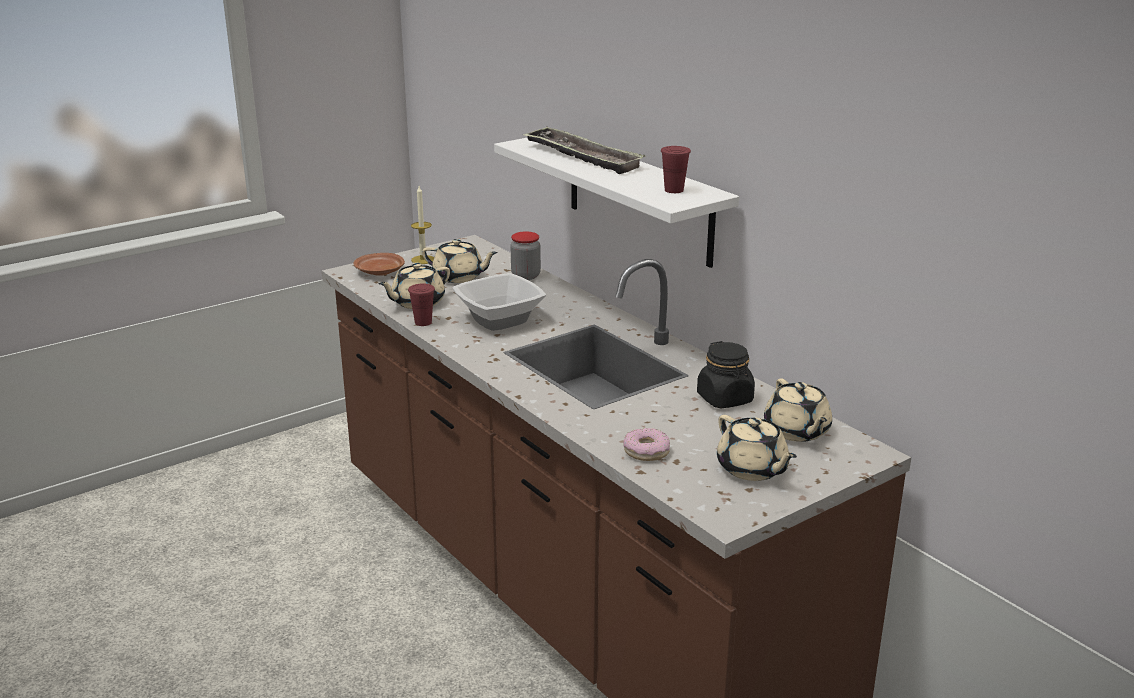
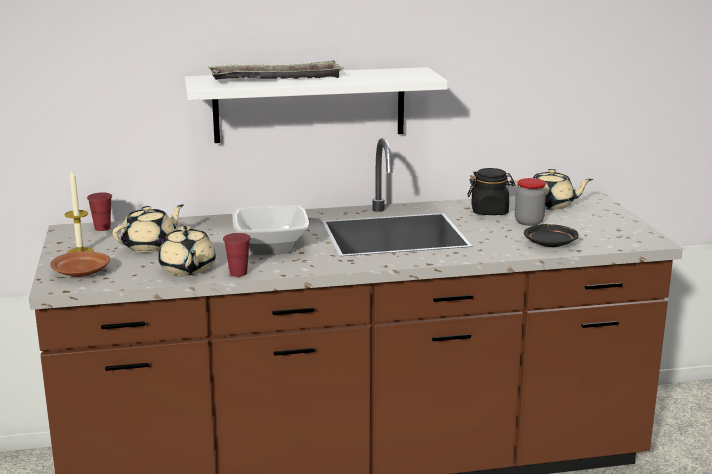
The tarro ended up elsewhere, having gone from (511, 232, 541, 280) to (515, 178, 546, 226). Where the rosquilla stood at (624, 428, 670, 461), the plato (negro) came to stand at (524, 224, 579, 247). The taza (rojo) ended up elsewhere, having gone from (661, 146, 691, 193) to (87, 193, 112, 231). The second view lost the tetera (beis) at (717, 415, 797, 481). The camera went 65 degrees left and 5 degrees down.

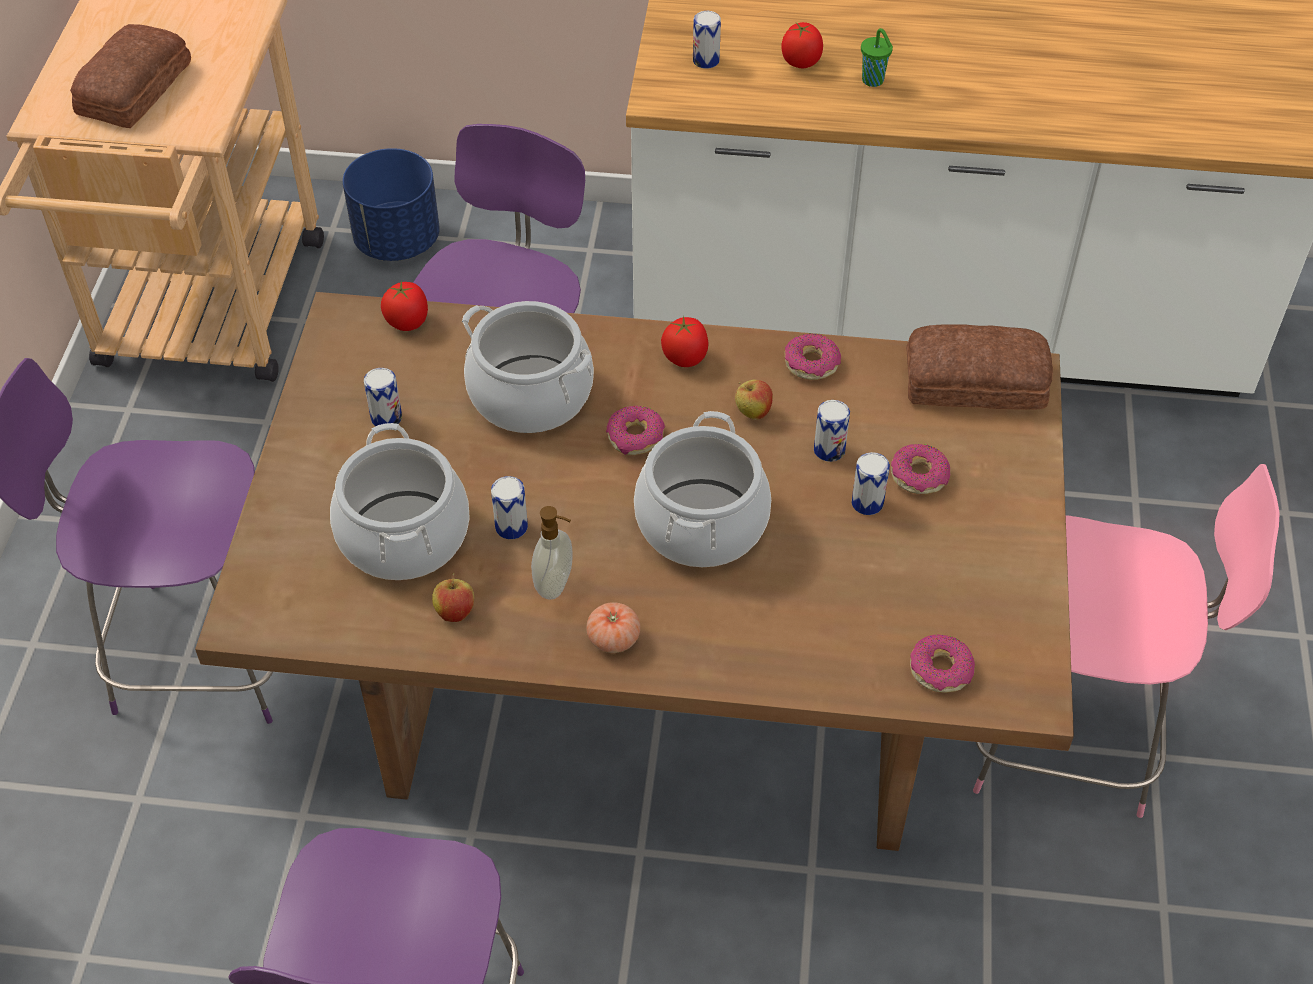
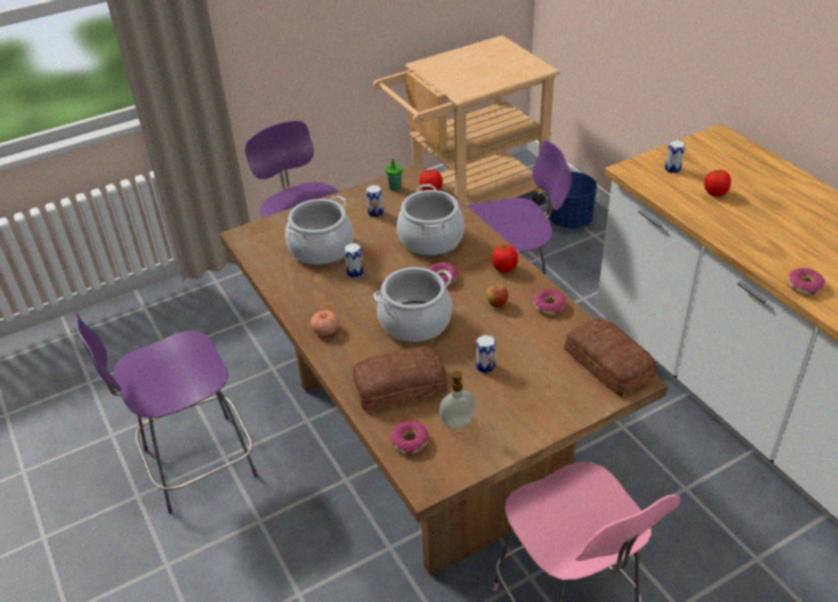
The pan ended up elsewhere, having gone from (70, 24, 191, 128) to (353, 346, 448, 411). The second view lost the manzana at (432, 573, 474, 622). The dispensador de jabón ended up elsewhere, having gone from (531, 506, 573, 600) to (439, 371, 476, 429). The second view lost the lata at (814, 400, 850, 462). The taza (verde) ended up elsewhere, having gone from (861, 28, 893, 87) to (385, 159, 403, 191). The rosquilla ended up elsewhere, having gone from (891, 444, 950, 494) to (788, 268, 825, 296). The camera went 55 degrees right and 10 degrees down.

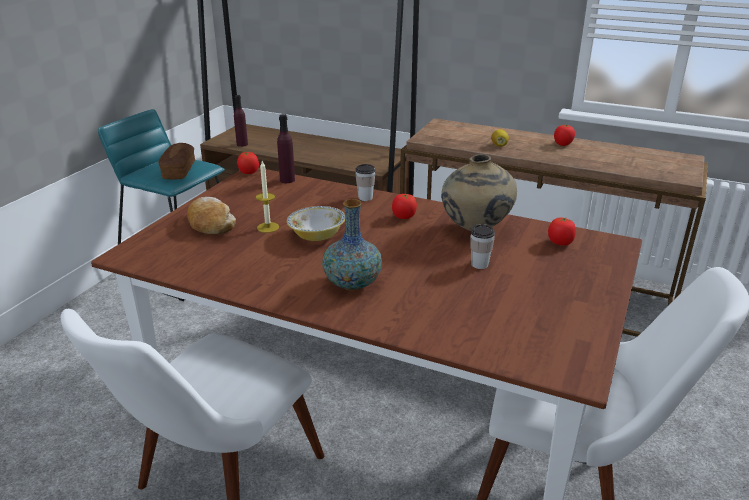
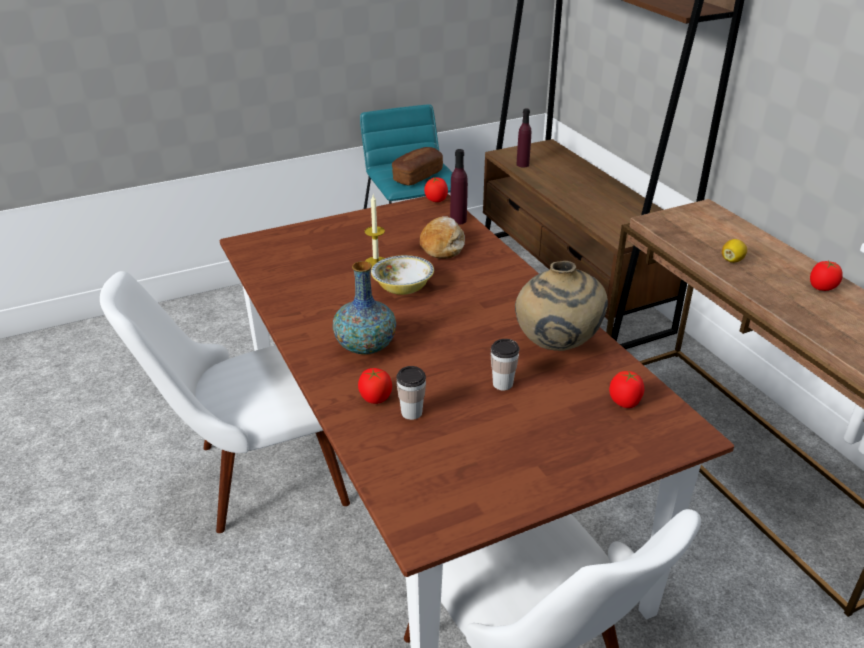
The pan ended up elsewhere, having gone from (187, 197, 236, 235) to (420, 216, 465, 259). The taza ended up elsewhere, having gone from (355, 164, 376, 201) to (396, 366, 426, 420). The tomate ended up elsewhere, having gone from (392, 193, 417, 219) to (358, 368, 392, 404). The camera went 40 degrees right and 5 degrees up.

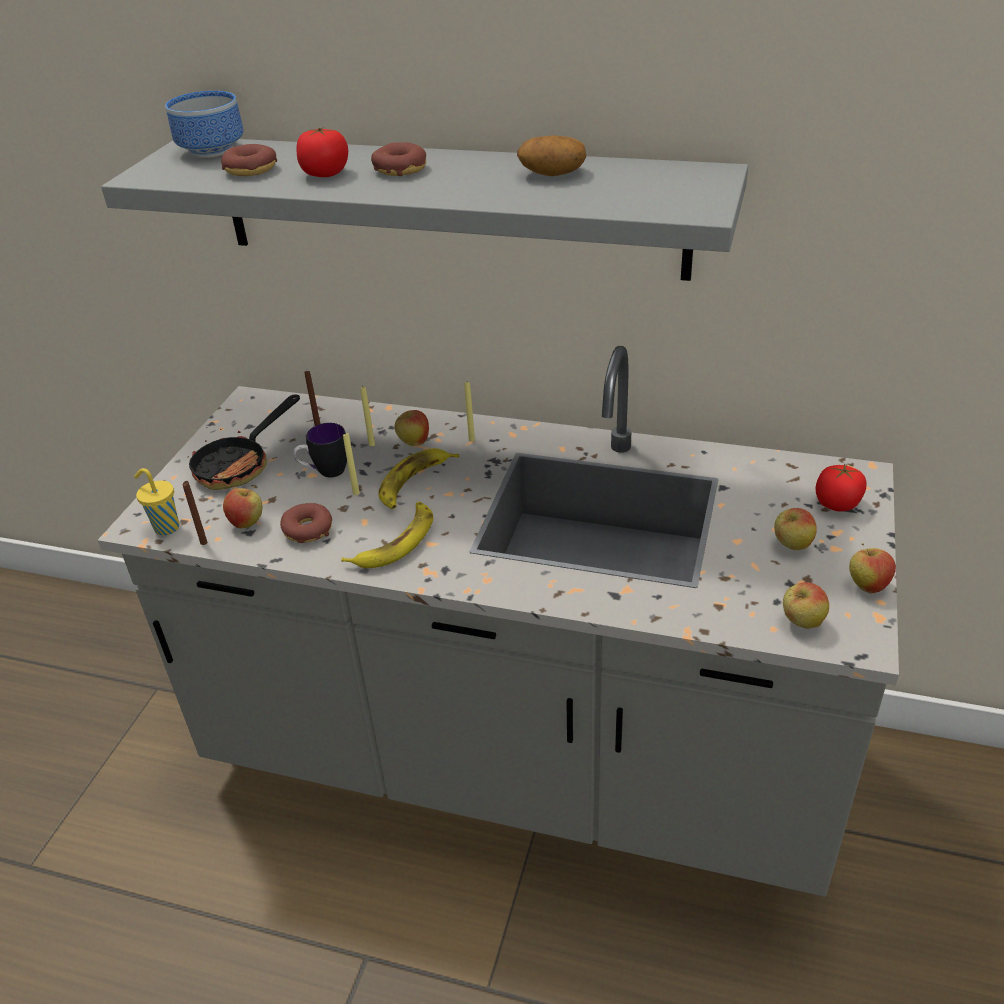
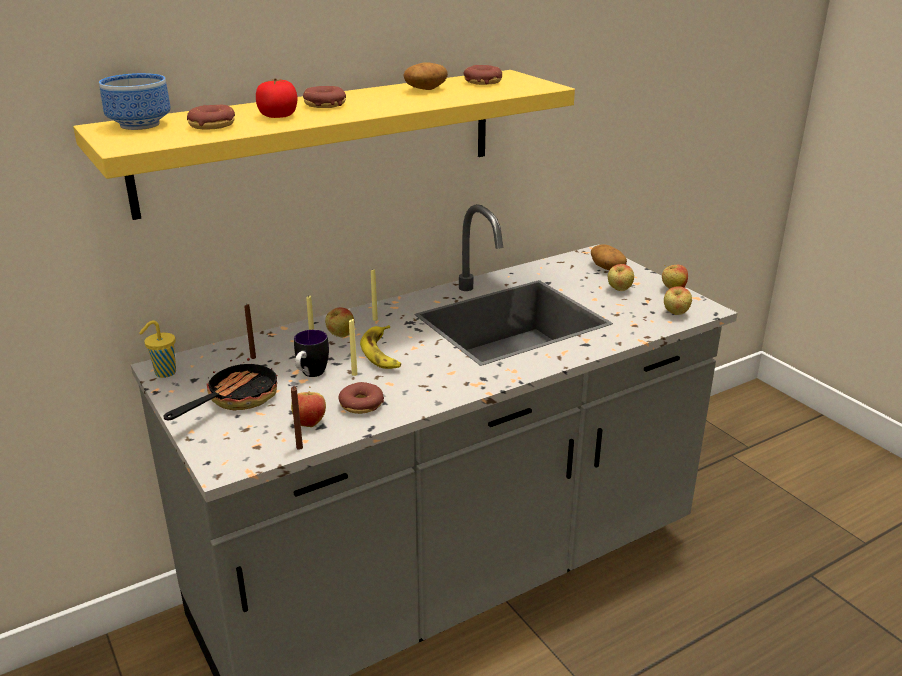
What was the estante (gris) at (101, 139, 748, 281) turned into the estante (amarillo) at (73, 70, 575, 220). The taza (amarillo) ended up elsewhere, having gone from (134, 468, 179, 535) to (139, 320, 176, 378). The sartén at (188, 394, 300, 490) ended up facing another way, 135 degrees counterclockwise from before. The second view lost the plátano at (341, 502, 433, 568). Where the tomate stood at (816, 463, 866, 512), the patata came to stand at (591, 244, 627, 270). The second view gained the rosquilla at (463, 65, 502, 85). The camera went 50 degrees left and 10 degrees down.

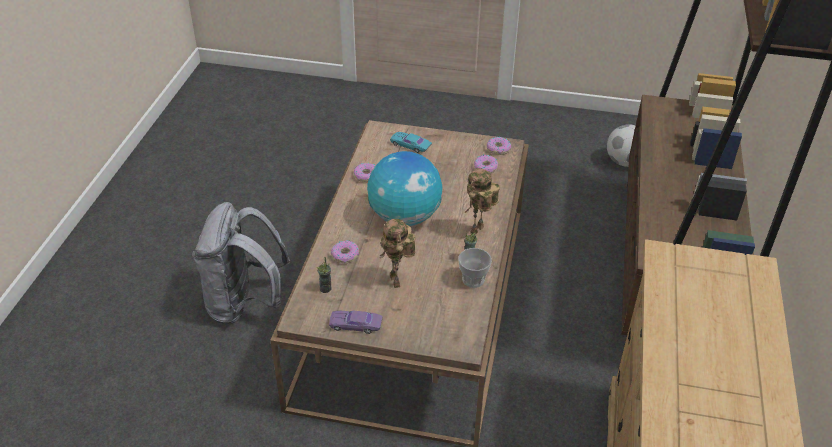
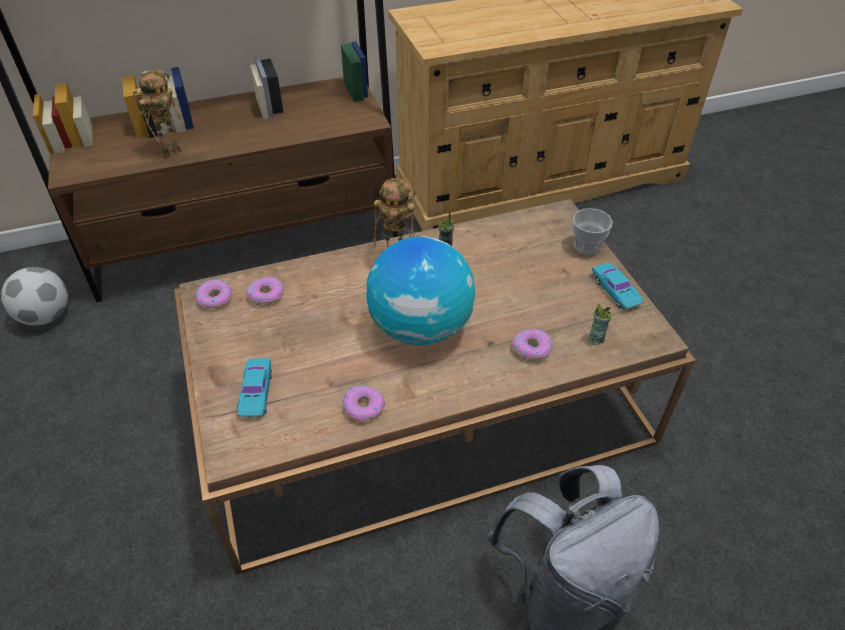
What was the coche de juguete (morado) at (329, 310, 383, 334) turned into the coche de juguete (turquesa) at (592, 263, 644, 310). The robot de juguete ended up elsewhere, having gone from (380, 219, 416, 288) to (133, 70, 183, 159). The taza ended up elsewhere, having gone from (458, 248, 492, 288) to (572, 208, 613, 255). The camera went 120 degrees left and 5 degrees up.

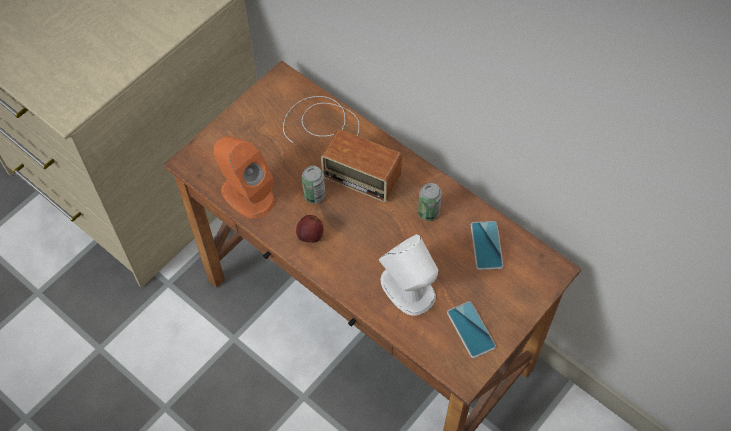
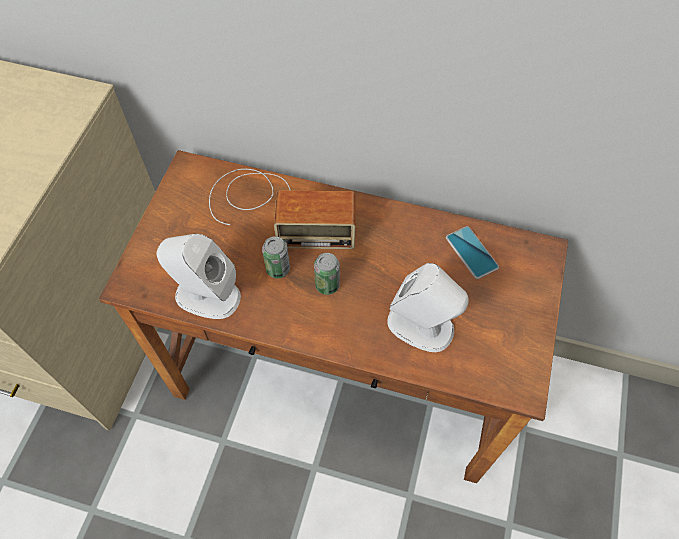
What was the altavoz (naranja) at (214, 136, 275, 218) turned into the altavoz (blanco) at (157, 234, 241, 319). The second view lost the manzana at (296, 215, 323, 243). The lata ended up elsewhere, having gone from (418, 183, 442, 221) to (314, 253, 340, 295). The second view lost the móvil at (447, 301, 496, 358). The camera went 25 degrees left and 0 degrees up.

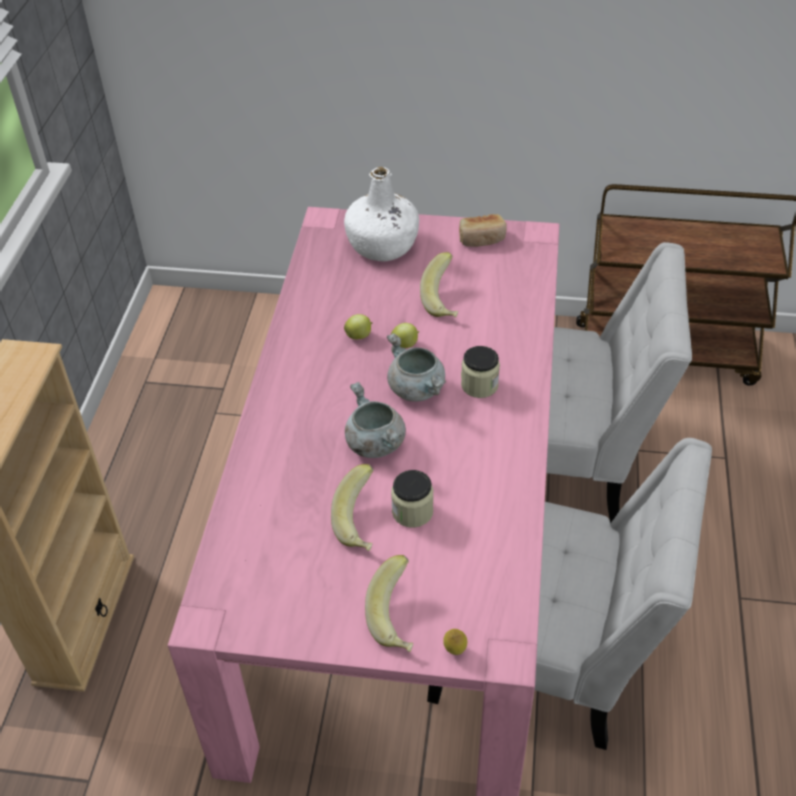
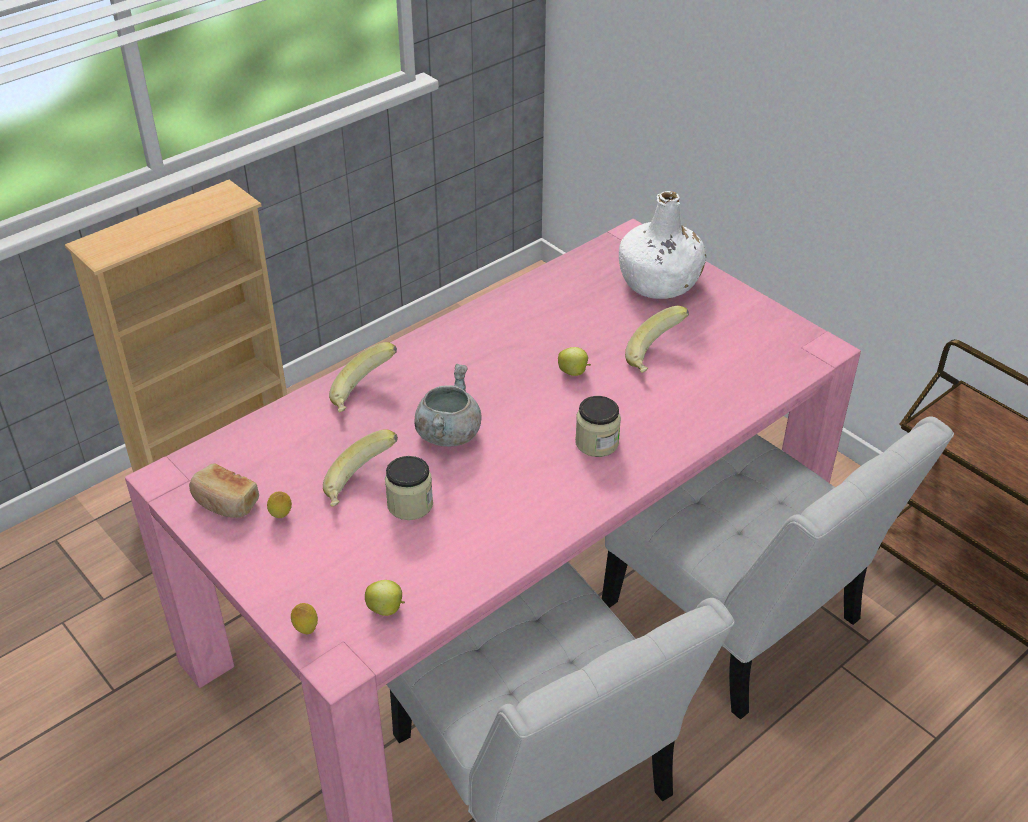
The manzana ended up elsewhere, having gone from (344, 314, 372, 339) to (365, 580, 405, 616). The plátano ended up elsewhere, having gone from (365, 555, 413, 652) to (329, 342, 397, 413). The second view lost the olla (gris) at (387, 333, 446, 401). The pan ended up elsewhere, having gone from (459, 214, 507, 247) to (189, 463, 259, 518). The second view gained the limón at (267, 492, 292, 518). The camera went 40 degrees right and 5 degrees down.

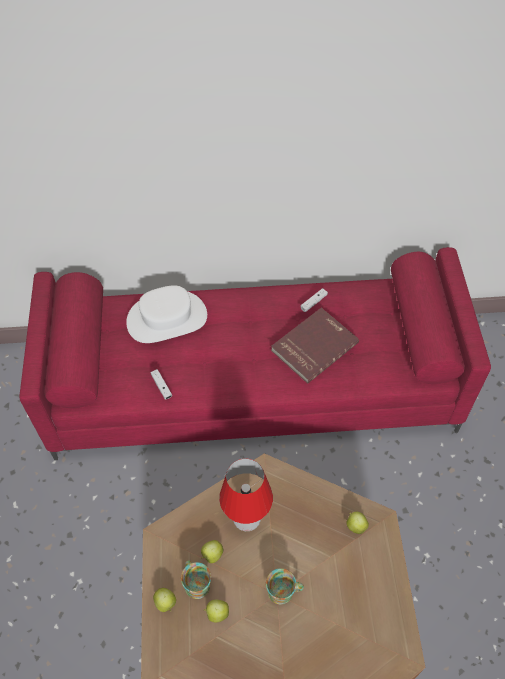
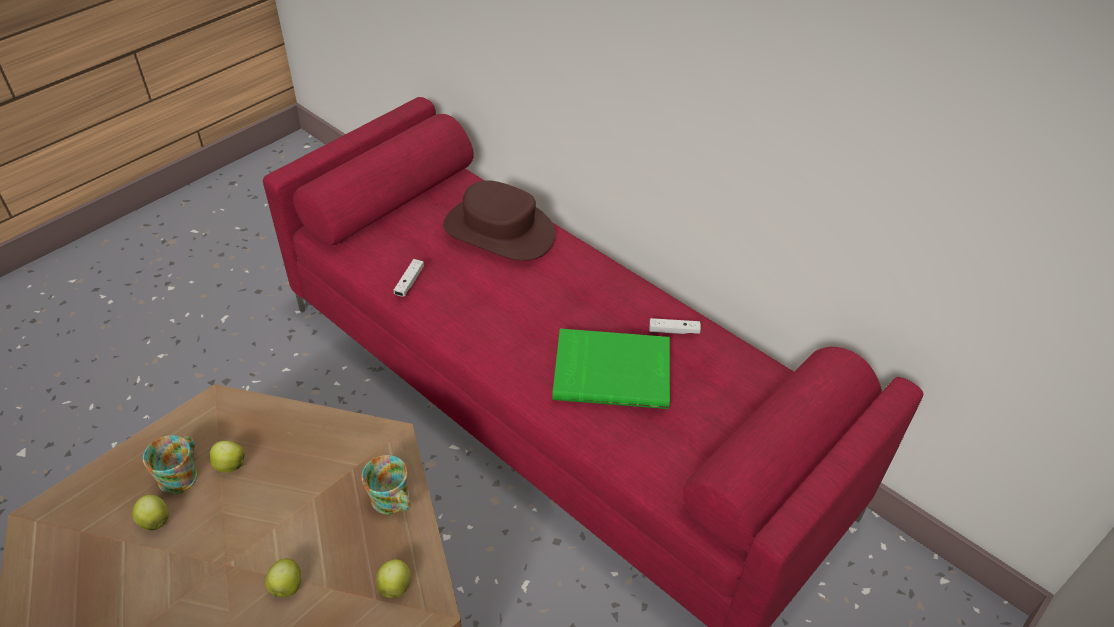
What was the sombrero (blanco) at (126, 285, 207, 343) turned into the sombrero (marrón) at (443, 180, 555, 261). The manzana ended up elsewhere, having gone from (153, 588, 176, 612) to (265, 558, 301, 598). The second view lost the lámpara de mesa (rojo) at (219, 458, 273, 531). The taza grande ended up elsewhere, having gone from (266, 568, 304, 604) to (361, 455, 411, 515). What was the libro (rojo) at (271, 308, 359, 384) turned into the libro (verde) at (552, 329, 670, 409). The camera went 45 degrees right and 10 degrees down.

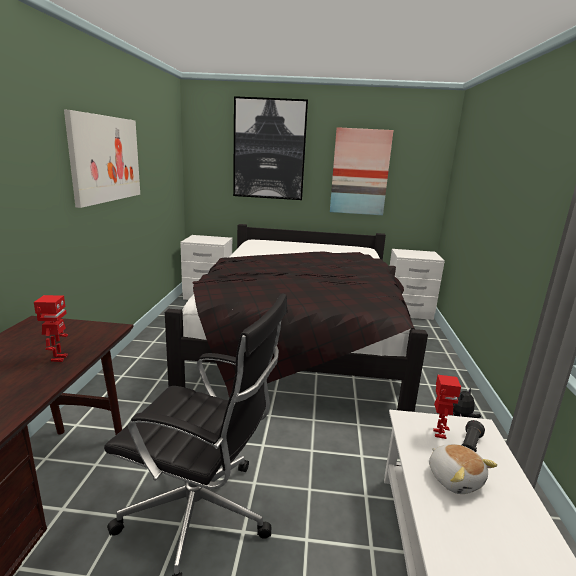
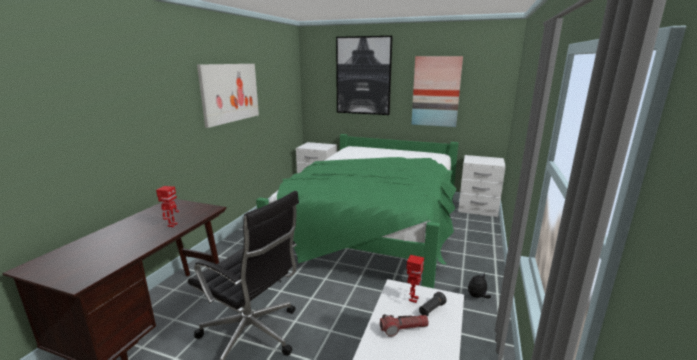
What was the cama (negro) at (165, 224, 428, 412) turned into the cama (verde) at (256, 134, 458, 288). Where the peluche stood at (429, 444, 497, 494), the linterna came to stand at (380, 314, 429, 337). The camera went 15 degrees right and 0 degrees up.

